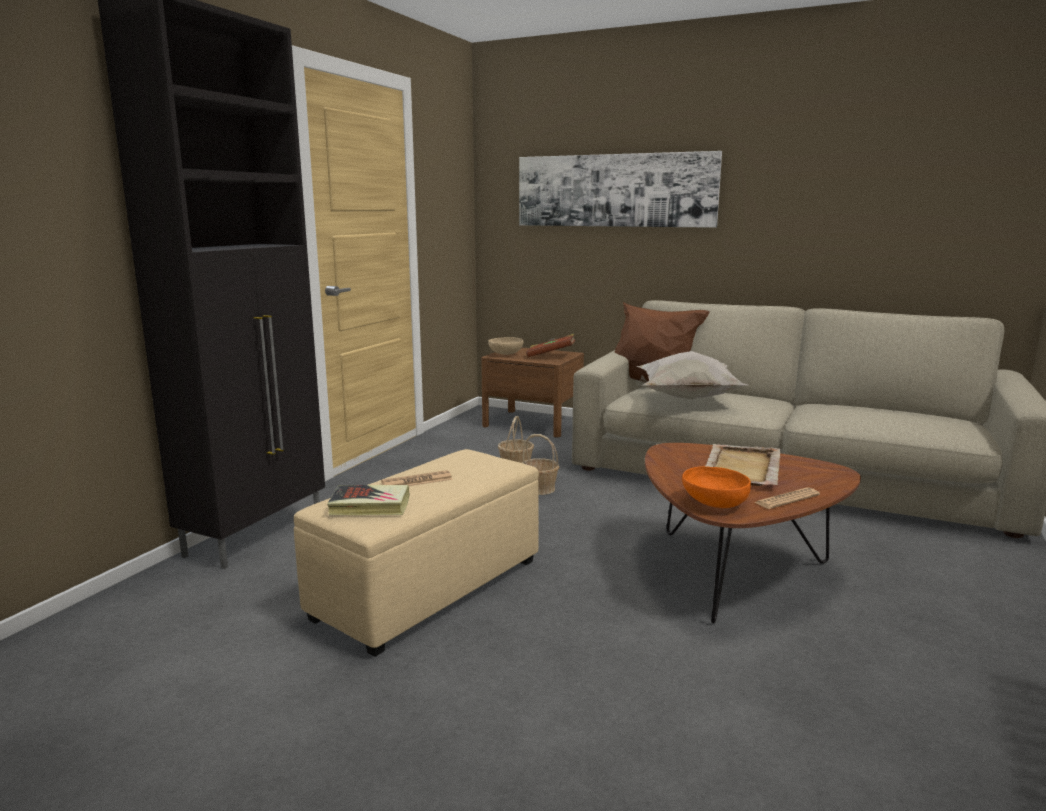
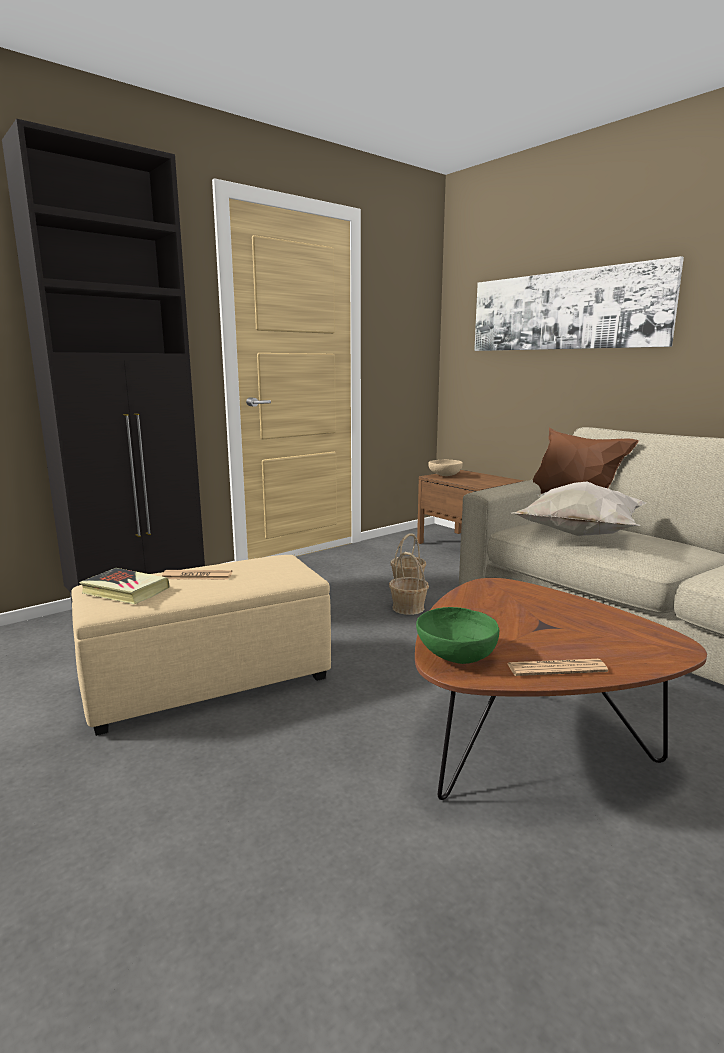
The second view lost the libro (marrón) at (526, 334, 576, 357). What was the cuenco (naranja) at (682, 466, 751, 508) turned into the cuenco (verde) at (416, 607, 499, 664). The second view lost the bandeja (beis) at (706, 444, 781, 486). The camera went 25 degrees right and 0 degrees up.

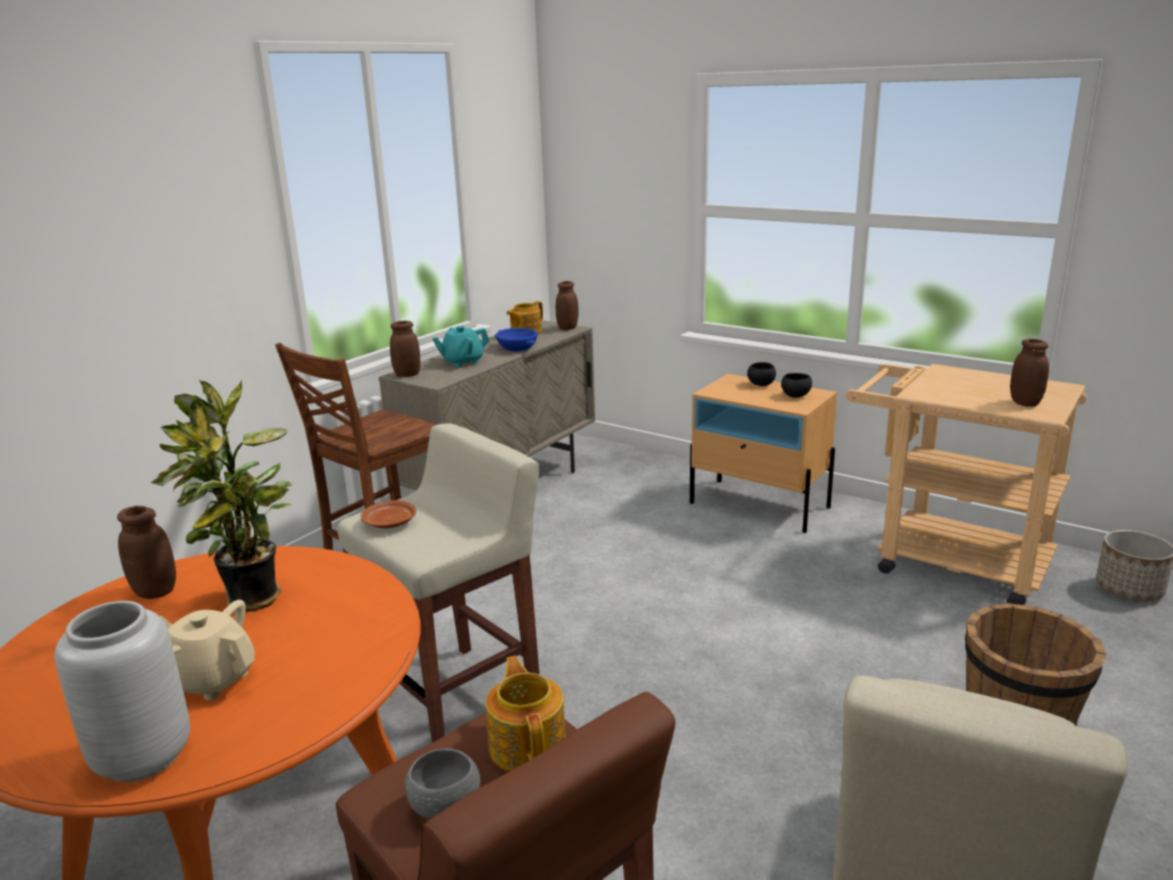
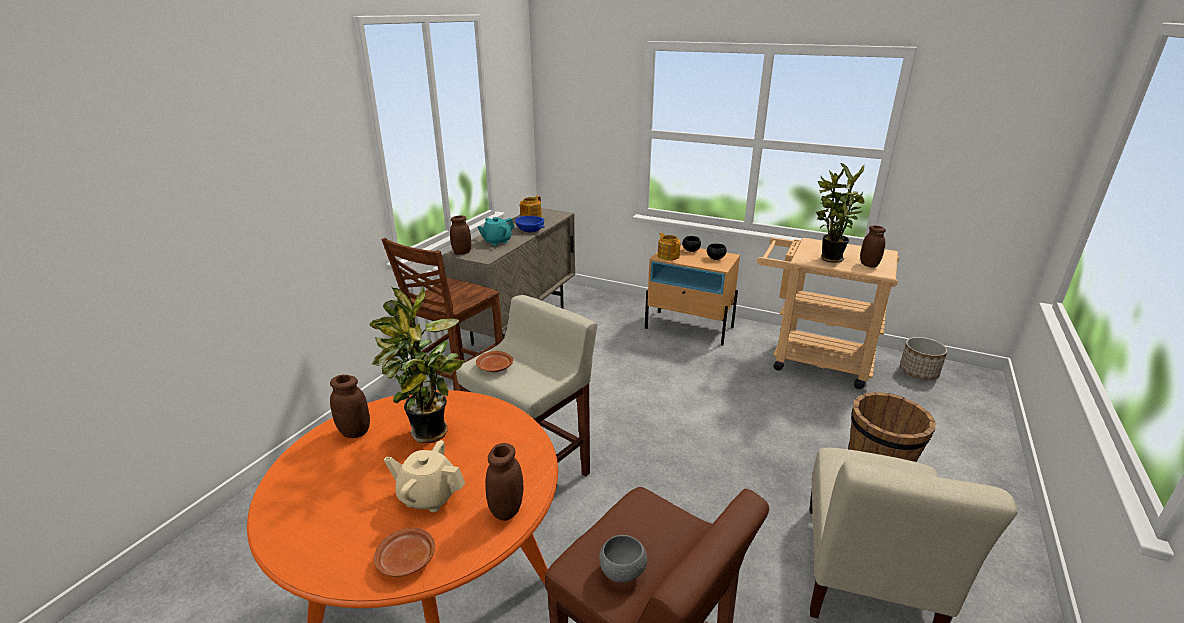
Where the florero (gris) stood at (55, 601, 190, 782), the plato (marrón) came to stand at (374, 527, 435, 577). The tetera ended up elsewhere, having gone from (486, 656, 566, 771) to (657, 233, 681, 260). The tarro (marrón) ended up elsewhere, having gone from (556, 281, 578, 330) to (485, 443, 524, 521). The second view gained the planta en maceta at (816, 163, 865, 263). The camera went 10 degrees left and 5 degrees up.

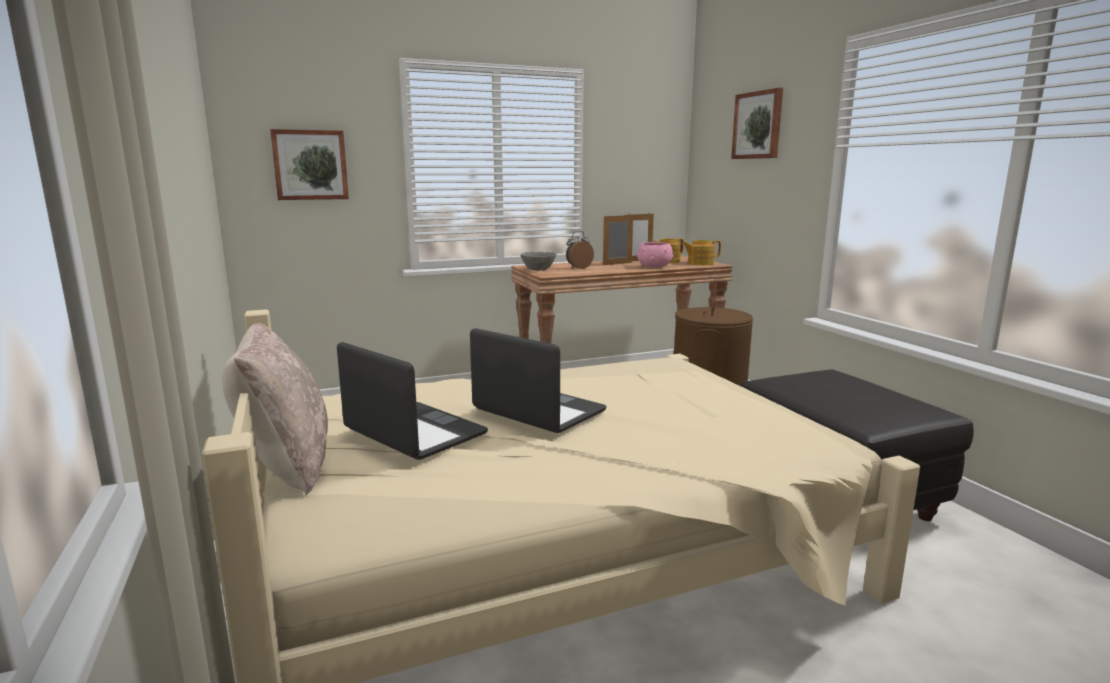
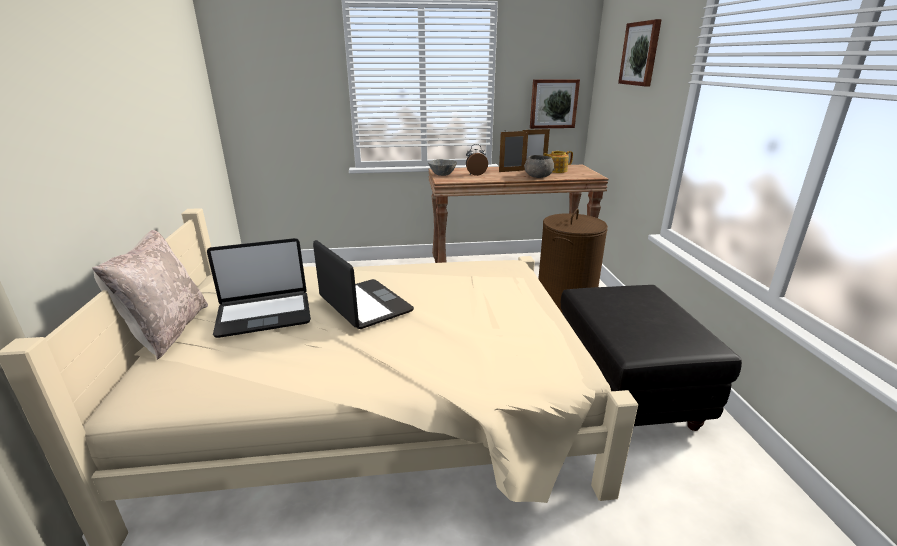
The cuadro ended up elsewhere, having gone from (270, 129, 349, 200) to (530, 79, 580, 129). The portátil at (337, 342, 488, 460) ended up facing another way, 105 degrees clockwise from before. What was the cuenco (rosa) at (636, 242, 674, 268) turned into the cuenco (gris) at (524, 155, 554, 178). The second view lost the tetera at (682, 240, 721, 265). The camera went 15 degrees right and 10 degrees up.

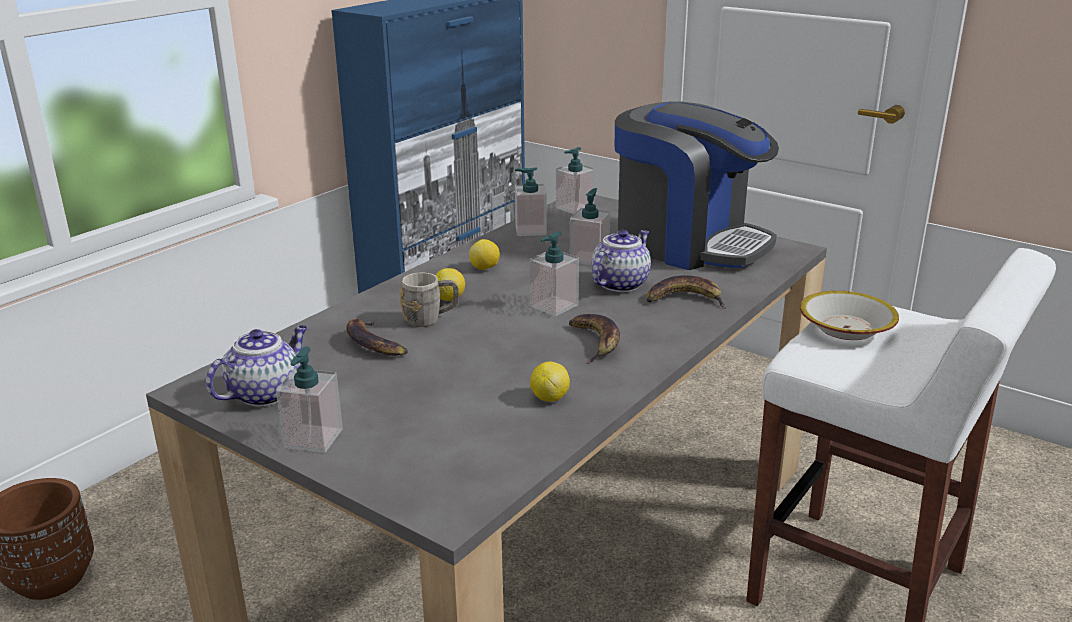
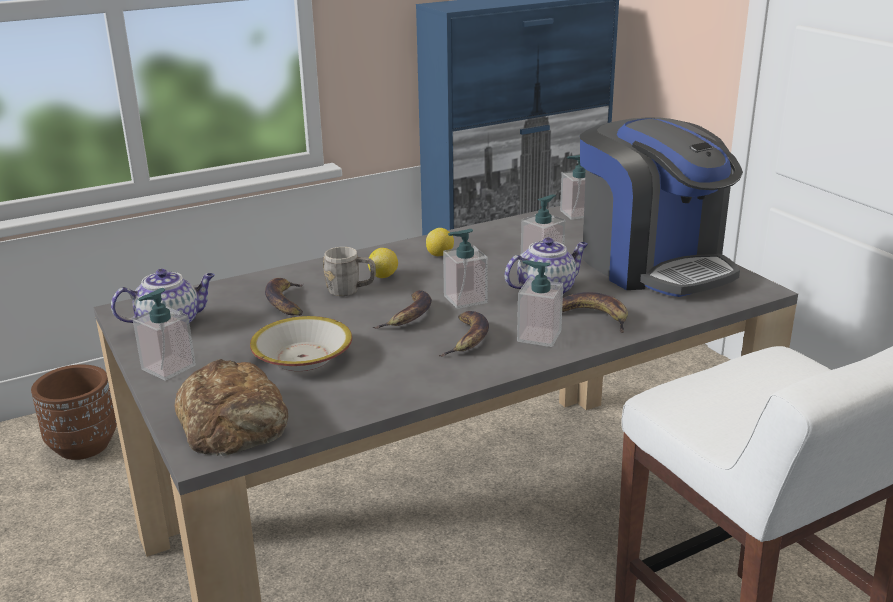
The dispensador de jabón ended up elsewhere, having gone from (515, 168, 547, 236) to (517, 260, 563, 347). The second view lost the limón at (530, 362, 570, 402). The cuenco ended up elsewhere, having gone from (800, 291, 899, 340) to (250, 316, 352, 371). The second view gained the pan at (175, 359, 288, 456). The second view gained the plátano at (373, 290, 432, 329). The camera went 25 degrees right and 0 degrees up.

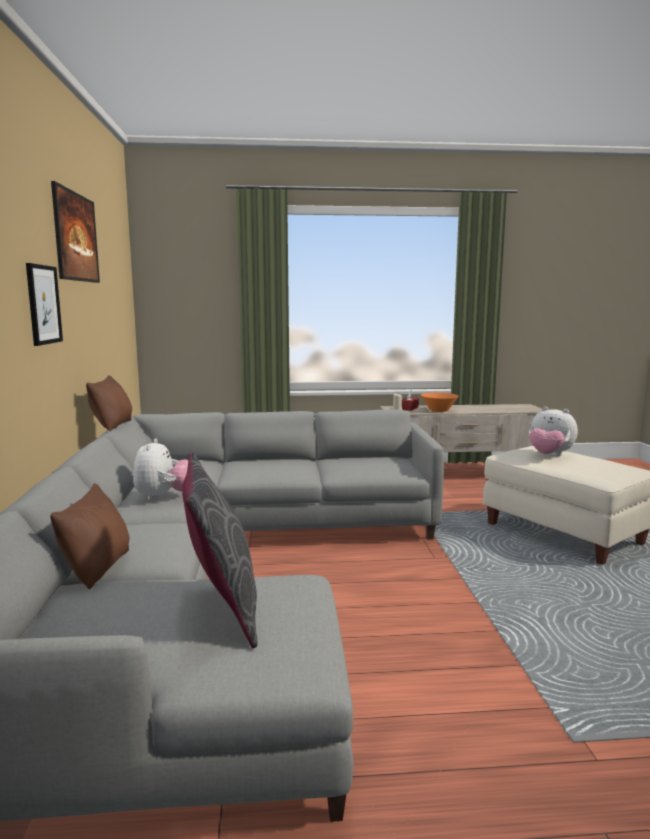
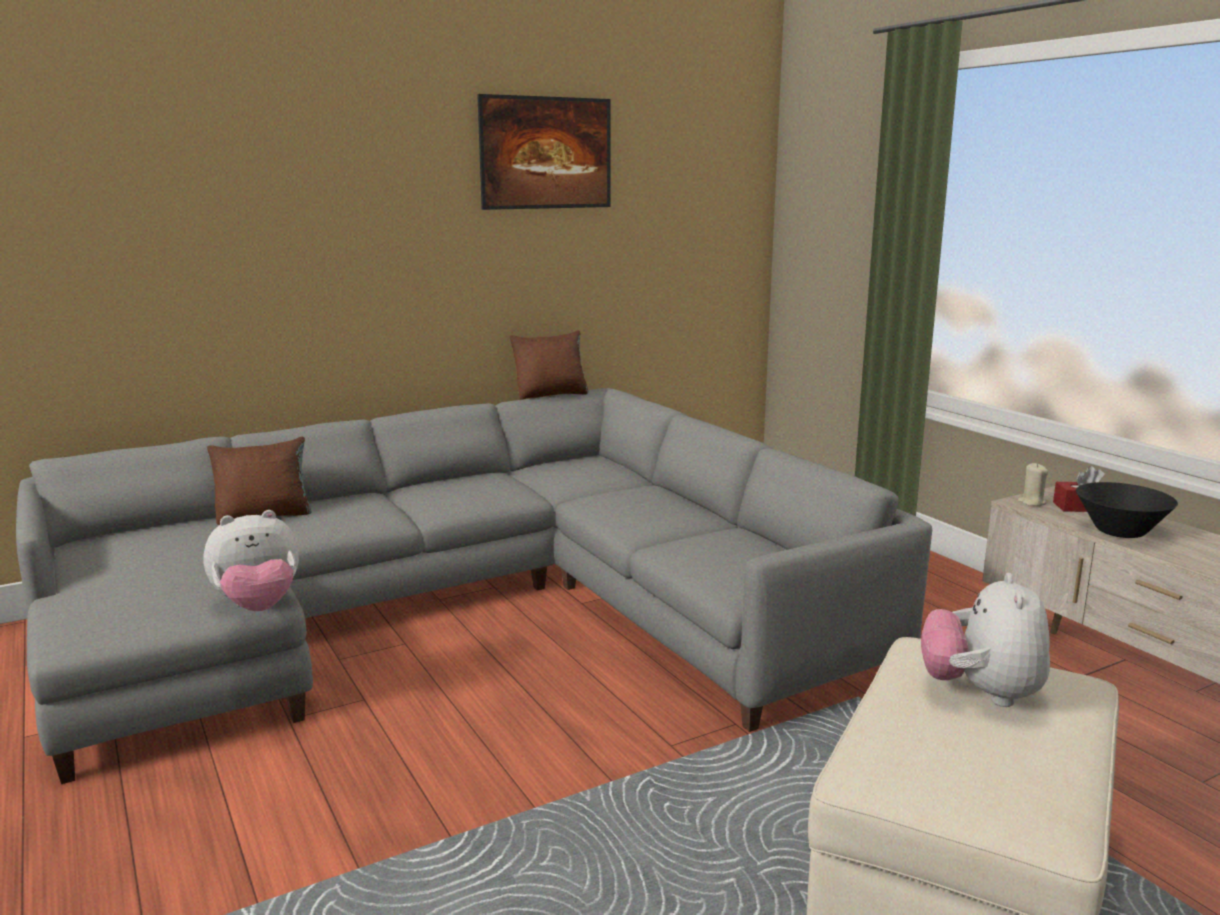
The second view lost the cuadro at (26, 263, 63, 346). The peluche ended up elsewhere, having gone from (133, 439, 188, 501) to (203, 510, 299, 611). The second view lost the cojín (gris) at (182, 452, 258, 648). What was the cuenco (naranja) at (421, 393, 459, 412) turned into the cuenco (negro) at (1076, 482, 1178, 538). The camera went 65 degrees right and 5 degrees up.

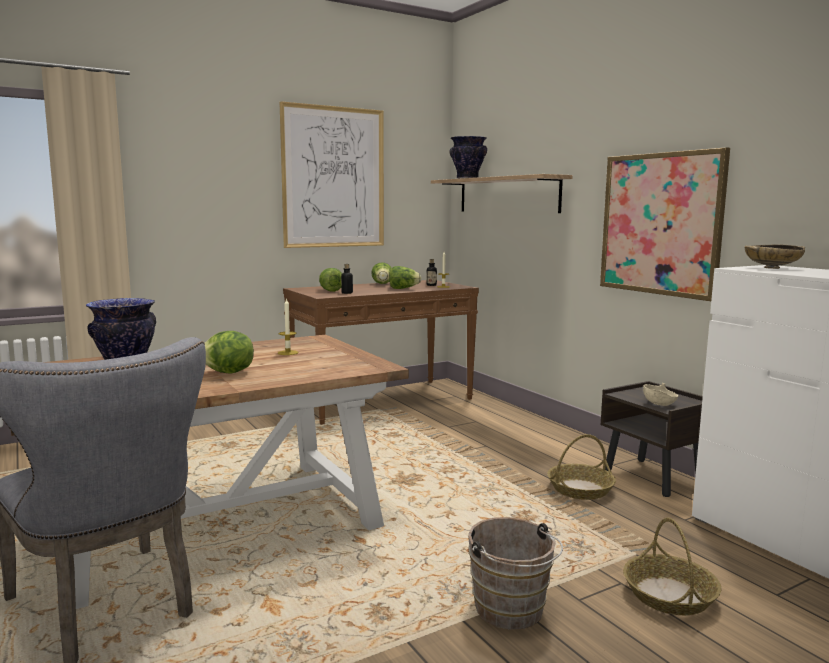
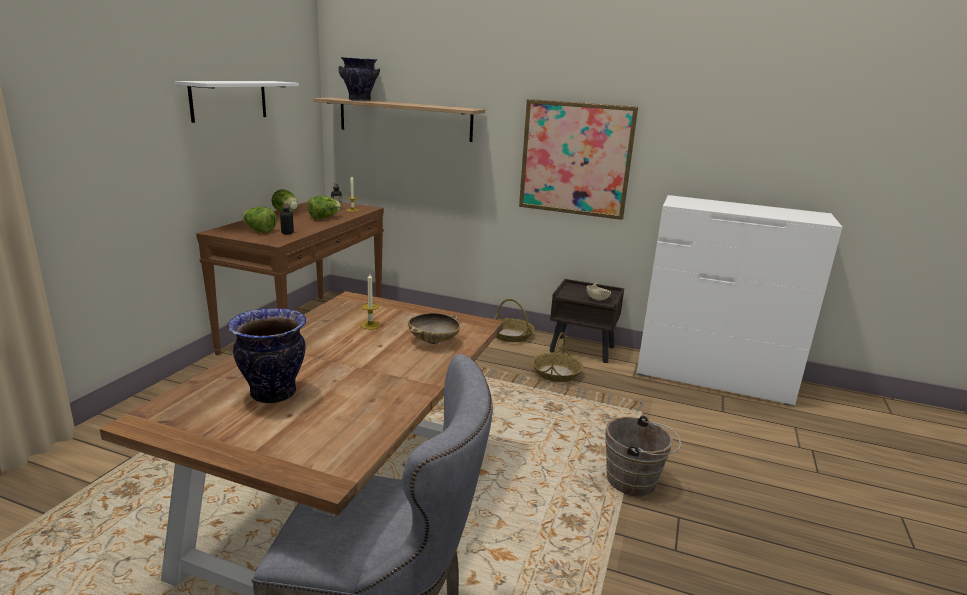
The second view lost the lechuga at (205, 331, 254, 374). Where the cuadro hung at (279, 101, 384, 248), the estante (blanco) came to hang at (175, 81, 299, 123). The cesta ended up elsewhere, having gone from (623, 518, 721, 615) to (494, 299, 534, 342). The cuenco (beis) ended up elsewhere, having gone from (744, 244, 805, 269) to (408, 313, 460, 344). The camera went 40 degrees left and 10 degrees up.

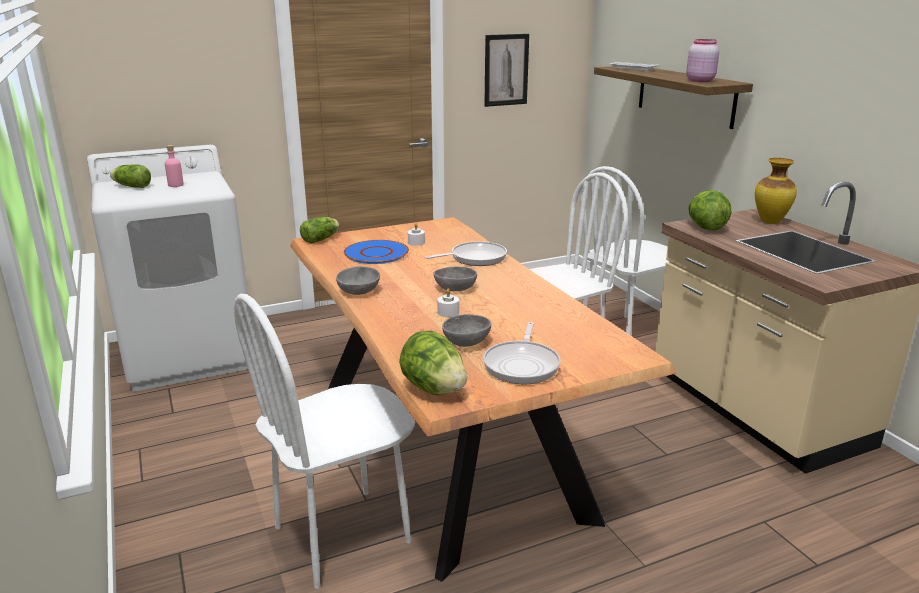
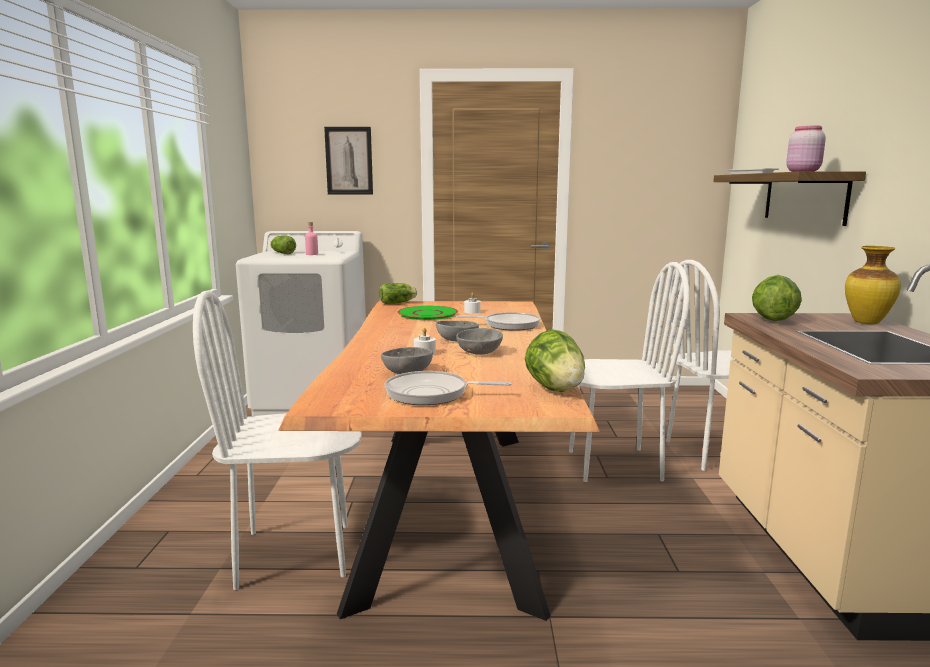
The cuenco (gris) ended up elsewhere, having gone from (336, 266, 380, 295) to (456, 328, 503, 354). What was the plato (azul) at (344, 240, 409, 264) turned into the plato (verde) at (398, 306, 458, 320). The lechuga ended up elsewhere, having gone from (399, 331, 467, 395) to (525, 329, 585, 392). The sartén at (483, 322, 561, 384) ended up facing another way, 60 degrees clockwise from before. The cuadro ended up elsewhere, having gone from (484, 34, 529, 107) to (324, 127, 373, 194). The camera went 25 degrees right and 10 degrees down.

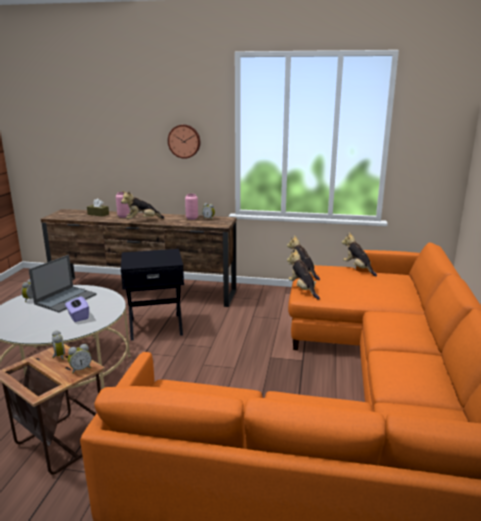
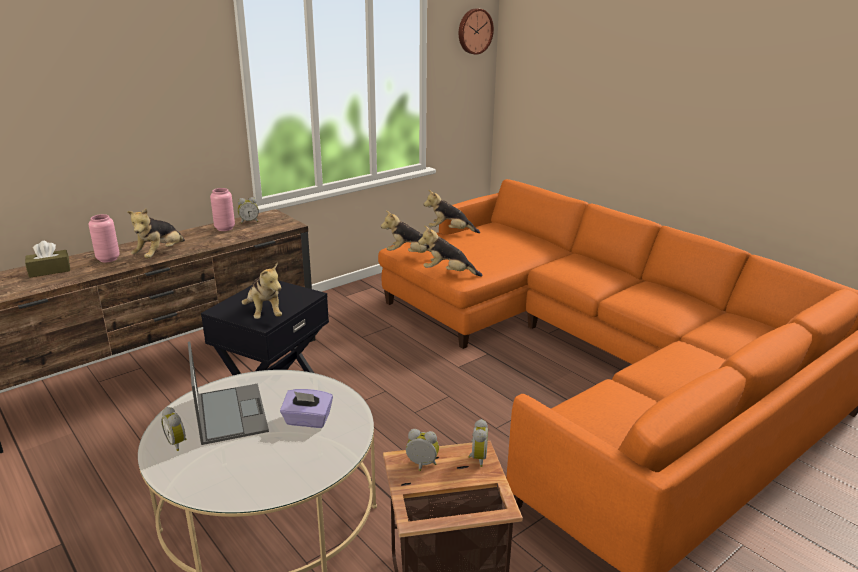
The reloj de pared ended up elsewhere, having gone from (168, 124, 200, 159) to (459, 8, 494, 55). The second view gained the peluche at (242, 263, 282, 319). The camera went 50 degrees left and 5 degrees up.

